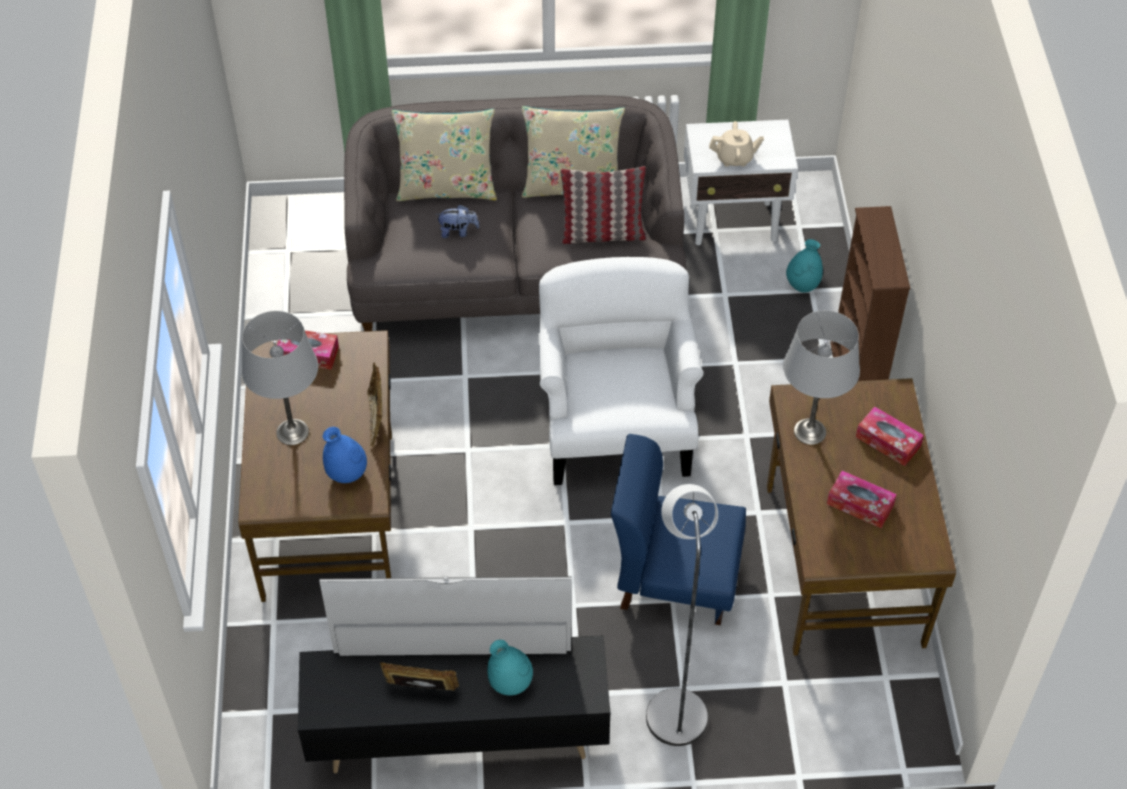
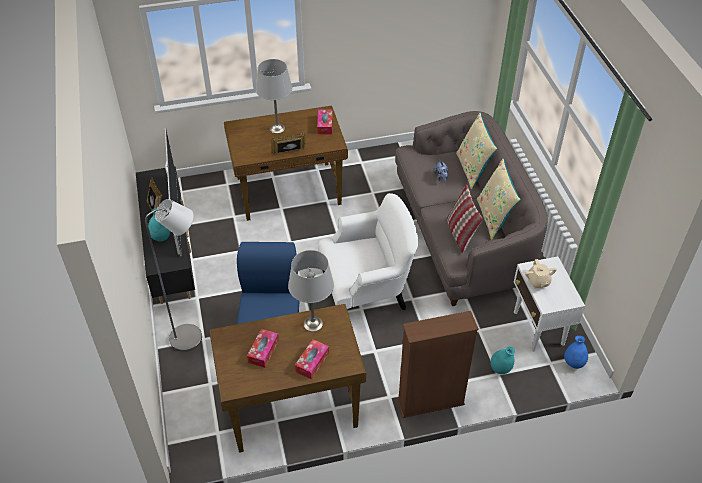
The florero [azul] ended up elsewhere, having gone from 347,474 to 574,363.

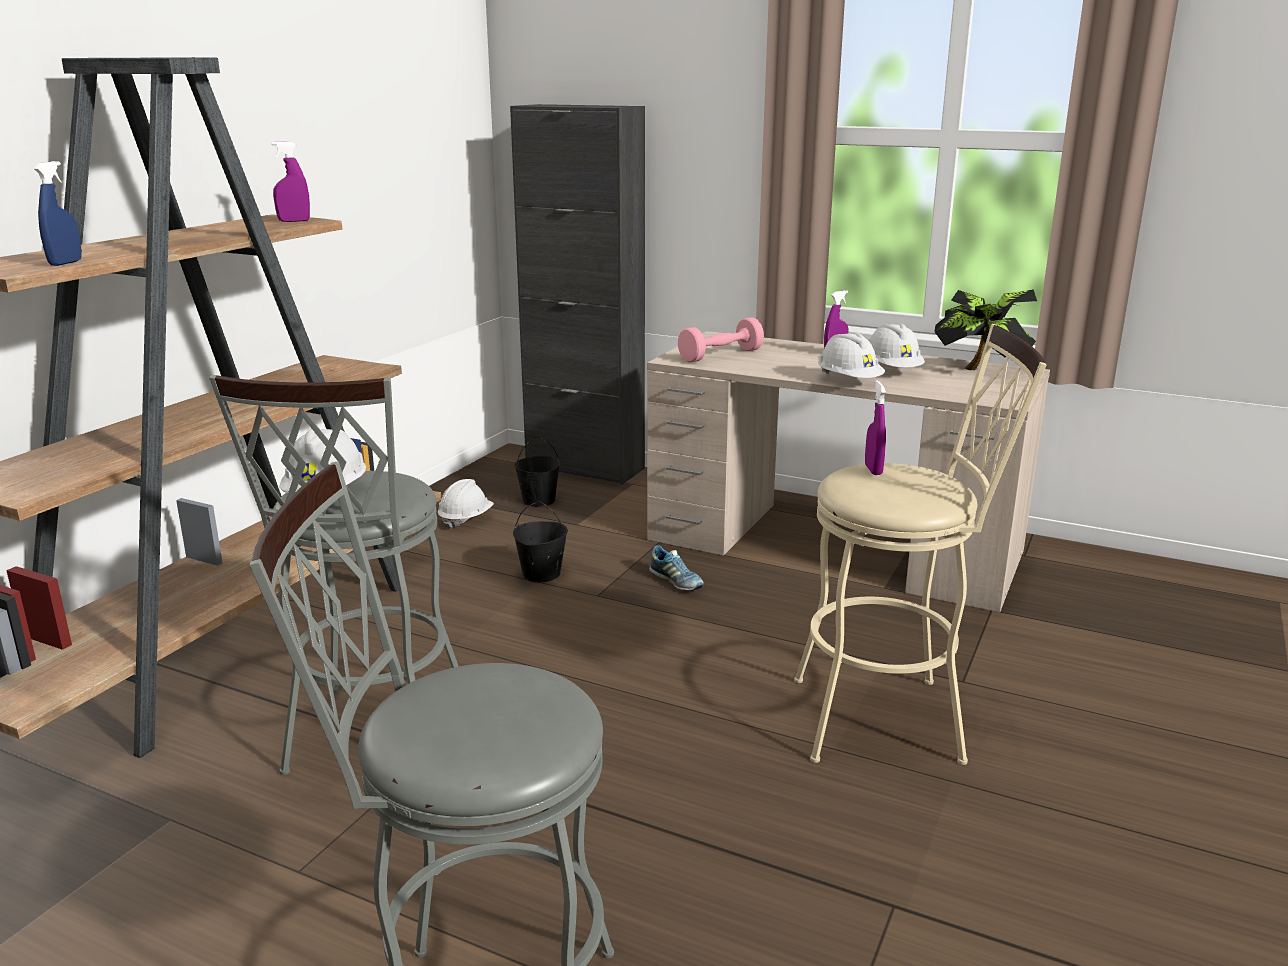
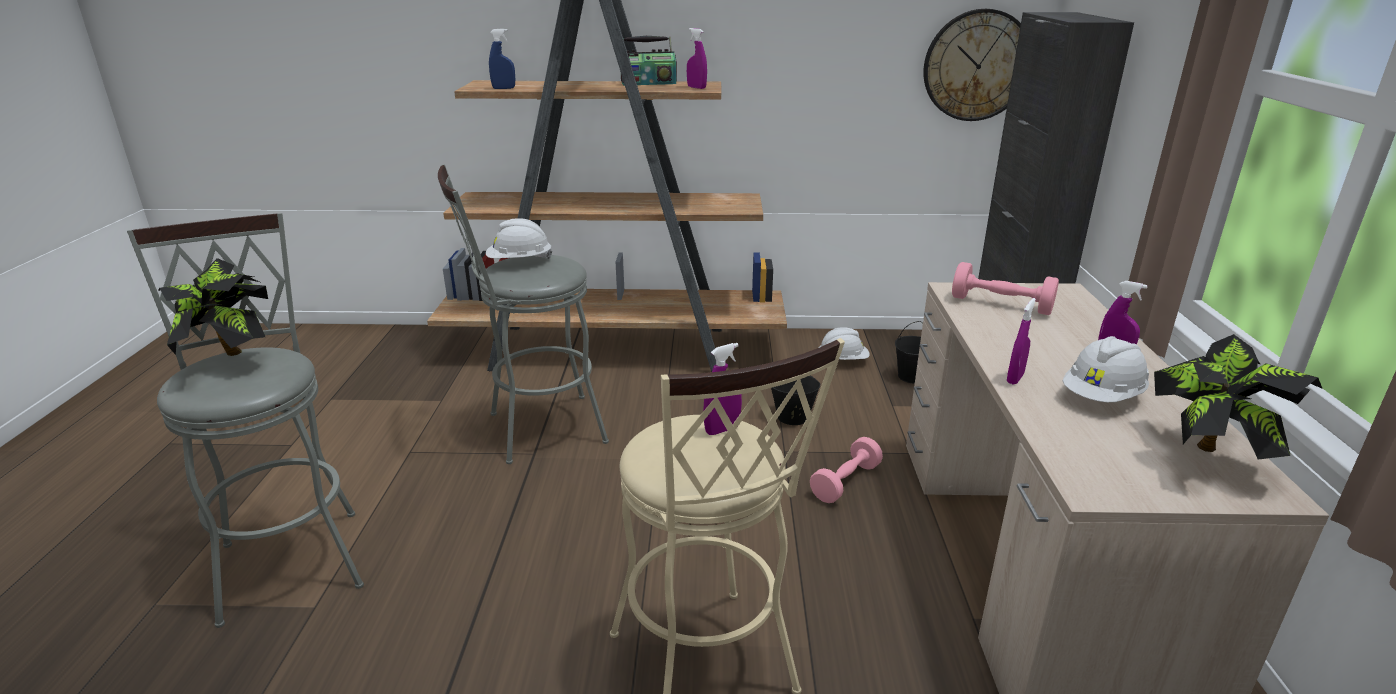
The second view gained the planta en maceta at 230,359.
The second view gained the radio at 648,83.
The second view gained the reloj de pared at 977,65.
Where the zapato stood at 676,582, the mancuerna [rosa] came to stand at 845,482.
Where the casco [blanco] stood at 849,381, the pulverizador [morado] came to stand at 1015,378.

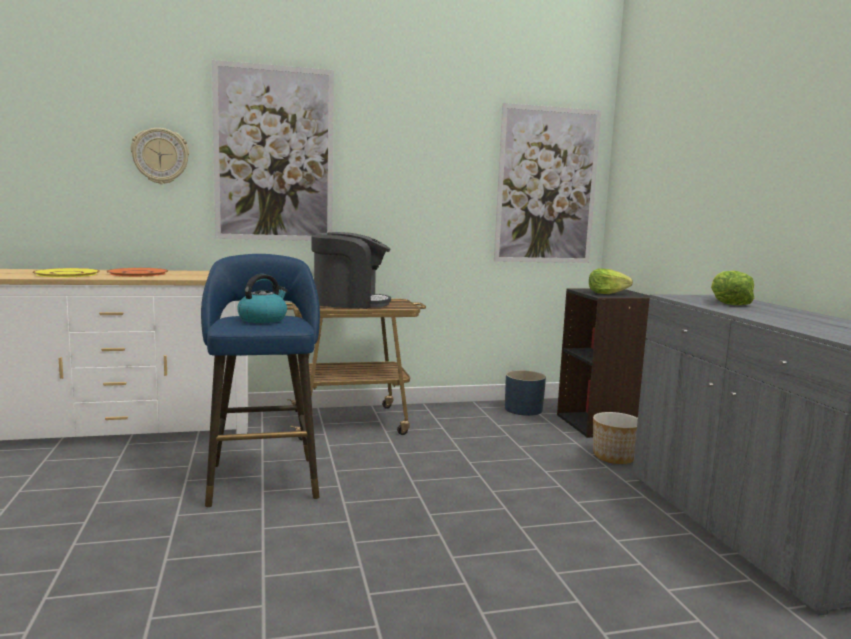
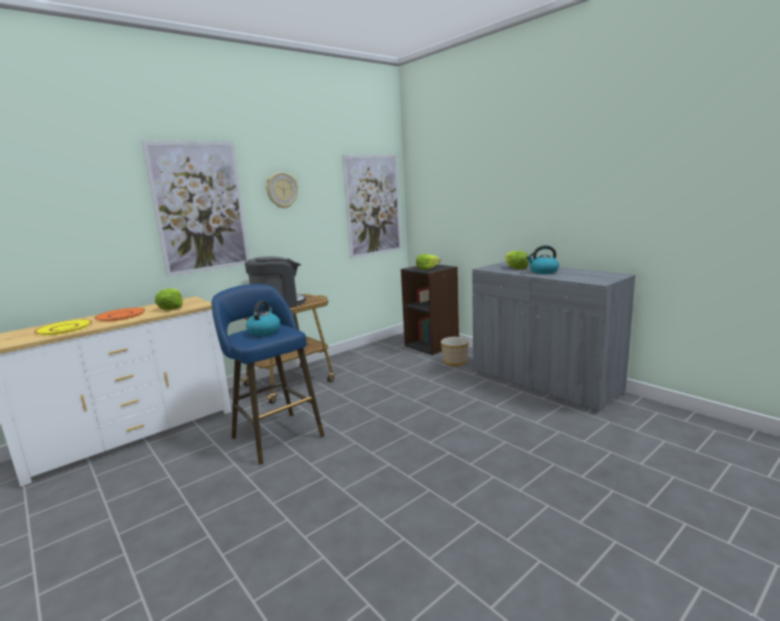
The second view lost the maceta [azul] at 523,409.
The second view gained the lechuga at 171,308.
The second view gained the hervidor at 543,272.
The reloj de pared ended up elsewhere, having gone from 160,156 to 282,190.

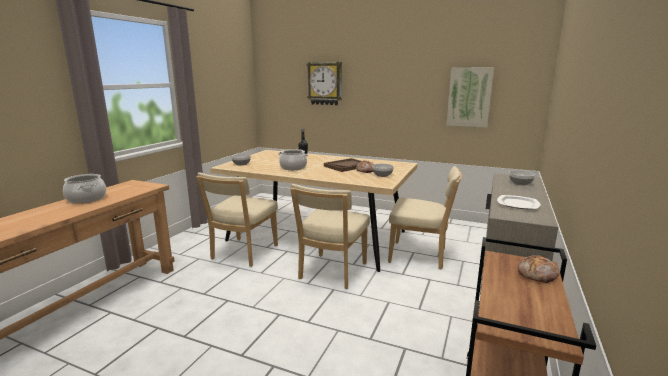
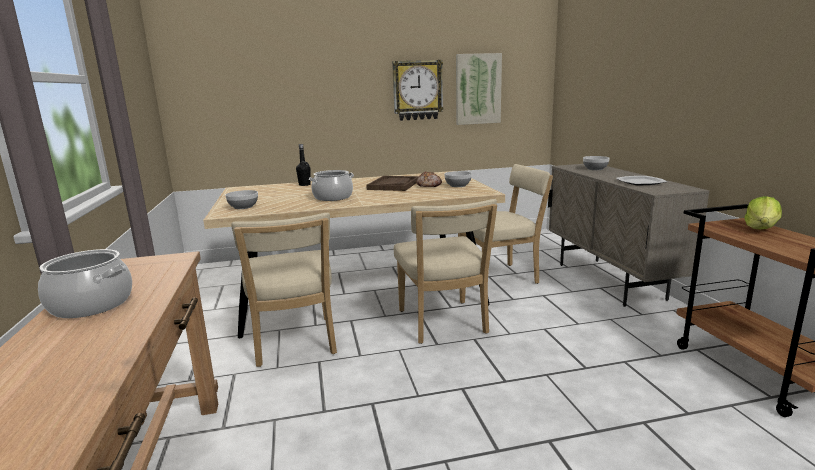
The reloj de pared ended up elsewhere, having gone from 325,83 to 417,90.
Where the pan stood at 537,275, the lechuga came to stand at 761,228.

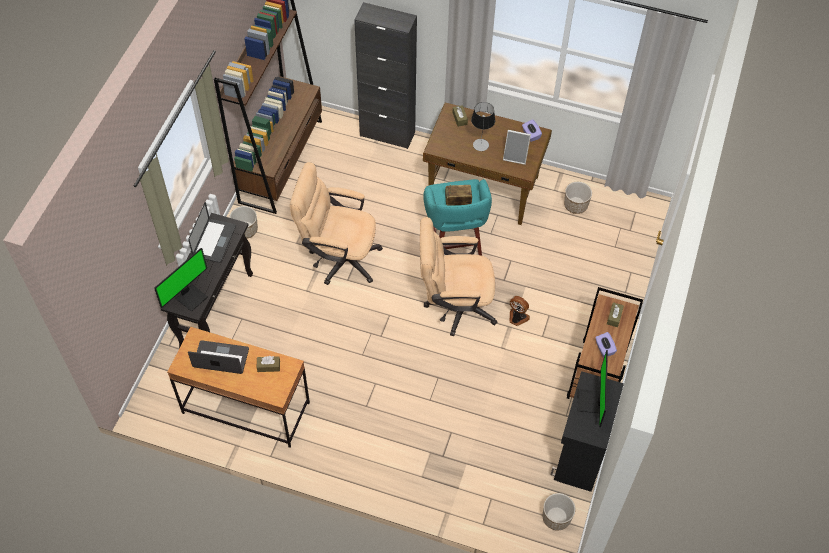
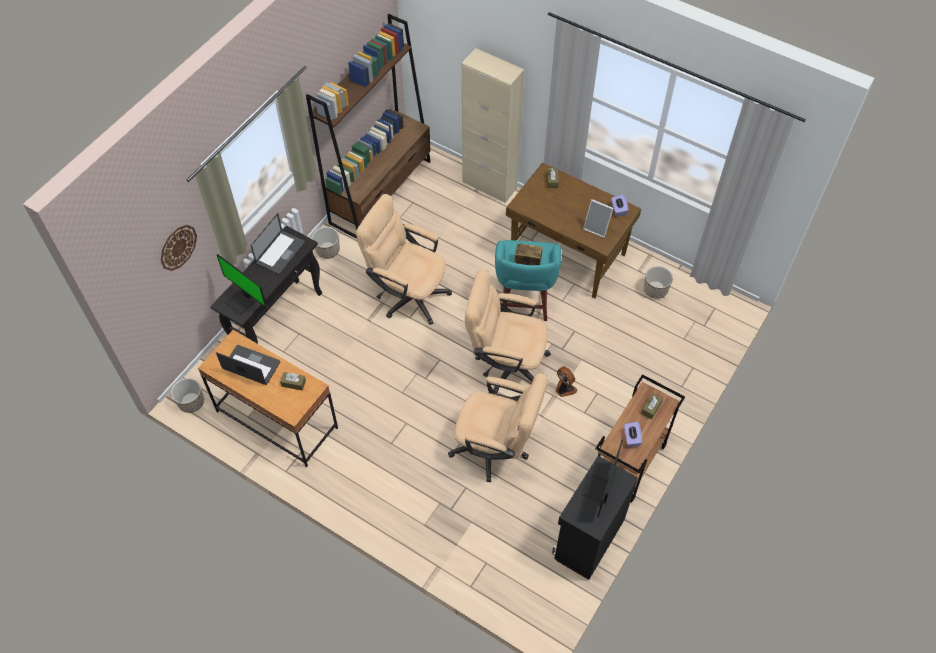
The second view lost the lámpara de mesa at 481,145.
The second view gained the reloj de pared at 178,247.
The second view gained the silla de oficina [beis] at 496,449.
The maceta ended up elsewhere, having gone from 556,518 to 191,402.
What was the armario [negro] at 387,134 turned into the armario [beis] at 489,185.
The monitor at 191,297 ended up facing another way, 75 degrees clockwise from before.

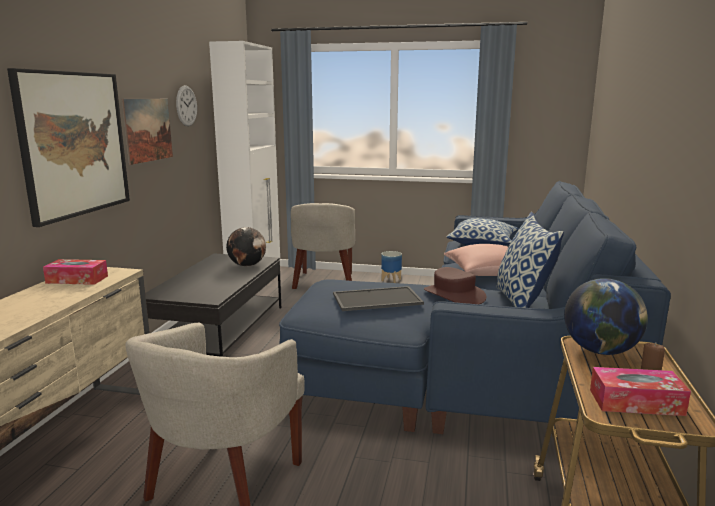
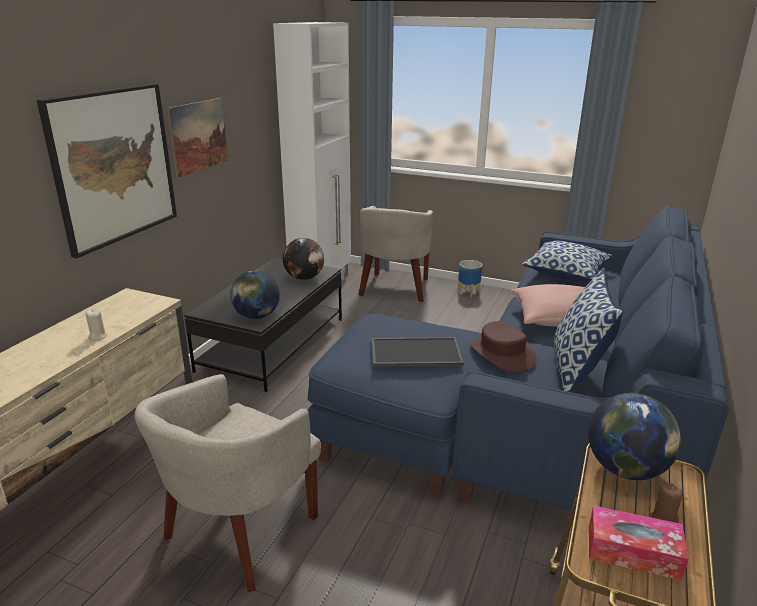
The second view lost the caja de pañuelos at 77,279.
The second view lost the reloj de pared at 186,106.
The second view gained the vela [beis] at 97,336.
The second view gained the globo terráqueo at 256,316.

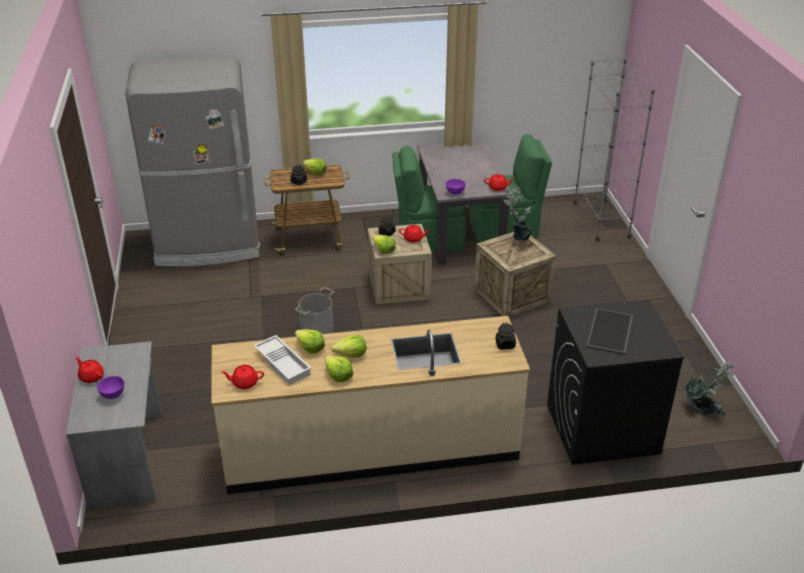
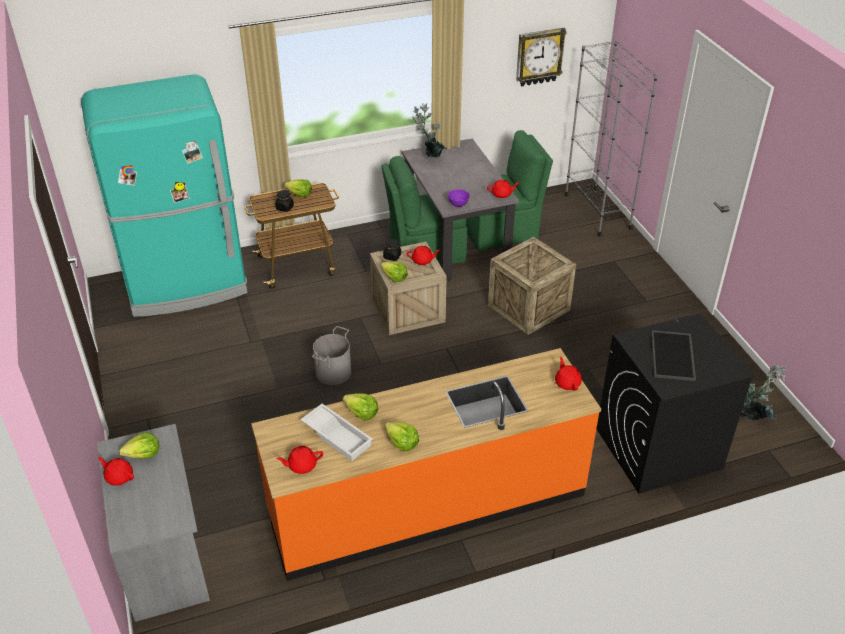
The second view lost the cuenco [morado] at 112,395.
The second view gained the reloj de pared at 539,56.
The lechuga ended up elsewhere, having gone from 351,354 to 143,454.
The planta en maceta ended up elsewhere, having gone from 518,239 to 430,156.
Where the tarro [negro] stood at 505,344, the tetera [rojo] came to stand at 567,383.
What was the nevera [gris] at 208,245 turned into the nevera [turquesa] at 187,284.
What was the mueble bajo de cocina [beis] at 370,447 turned into the mueble bajo de cocina [naranja] at 427,503.

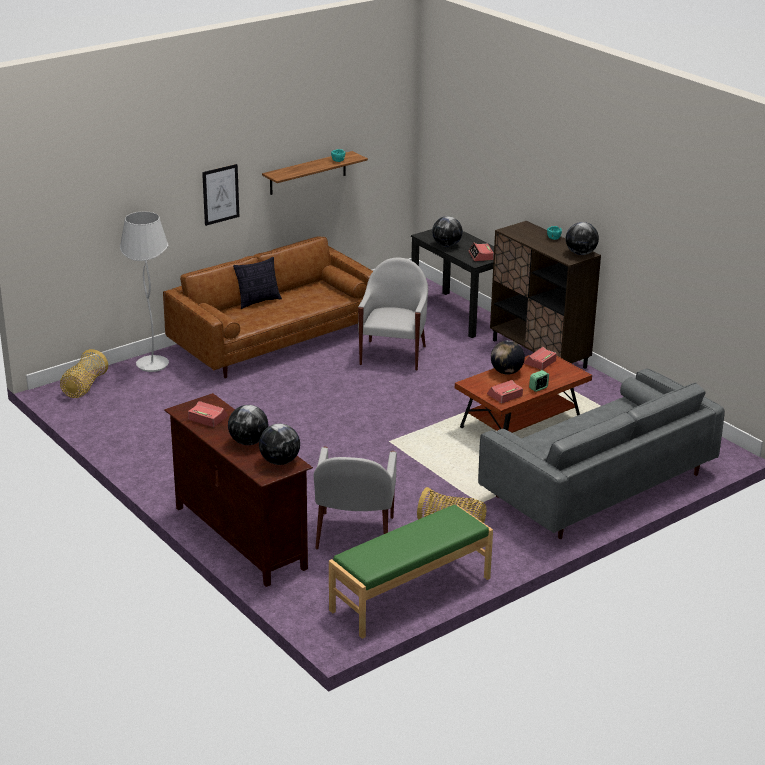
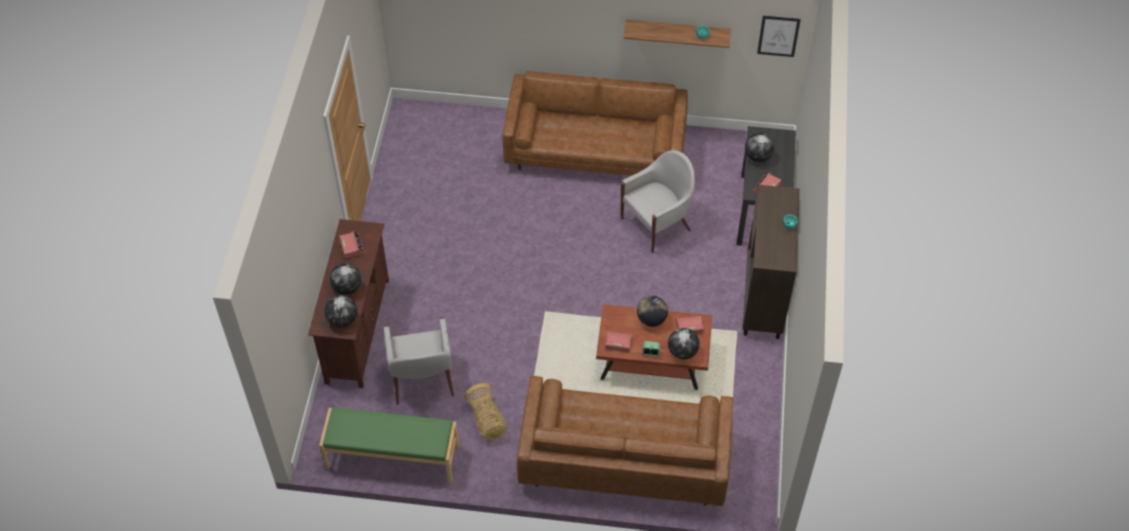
The second view lost the cesta at 84,388.
The second view lost the lámpara de pie [blanco] at 152,365.
The second view lost the cojín at 258,301.
The cuadro ended up elsewhere, having gone from 220,194 to 778,36.
The globo terráqueo ended up elsewhere, having gone from 581,253 to 682,352.
What was the sofá [gris] at 598,485 turned into the sofá [marrón] at 624,459.
The sillón [blanco] at 354,534 ended up facing another way, 60 degrees counterclockwise from before.

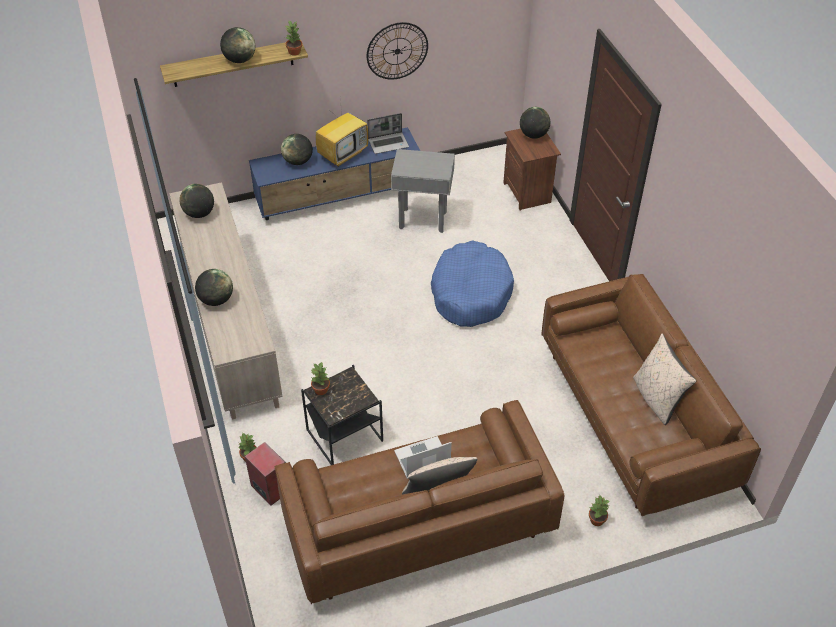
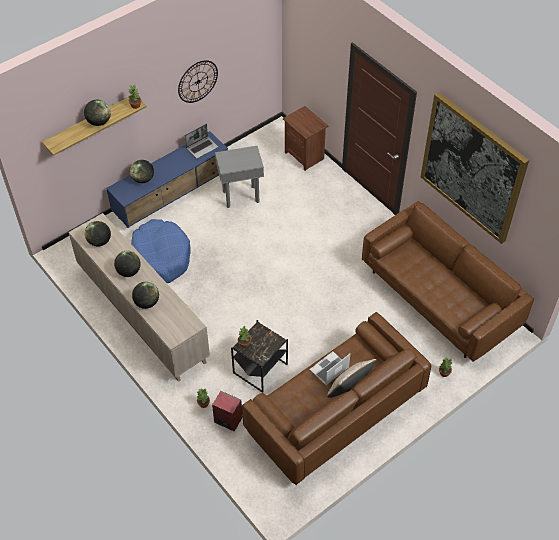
The second view lost the televisor at 343,154.
The second view lost the cojín [beis] at 656,398.
The second view gained the cuadro at 472,168.
The cama para perro [azul] ended up elsewhere, having gone from 470,293 to 161,257.
The globo terráqueo ended up elsewhere, having gone from 533,135 to 129,271.

